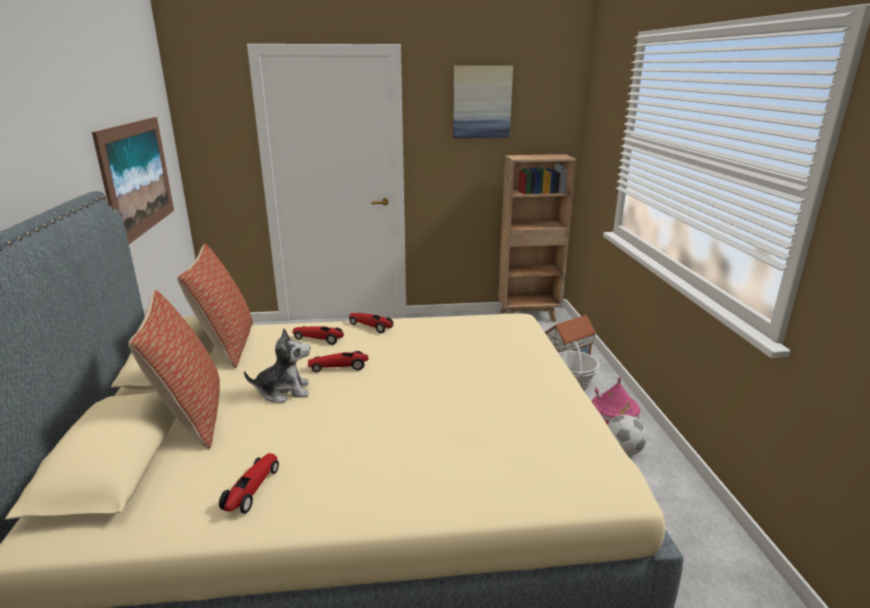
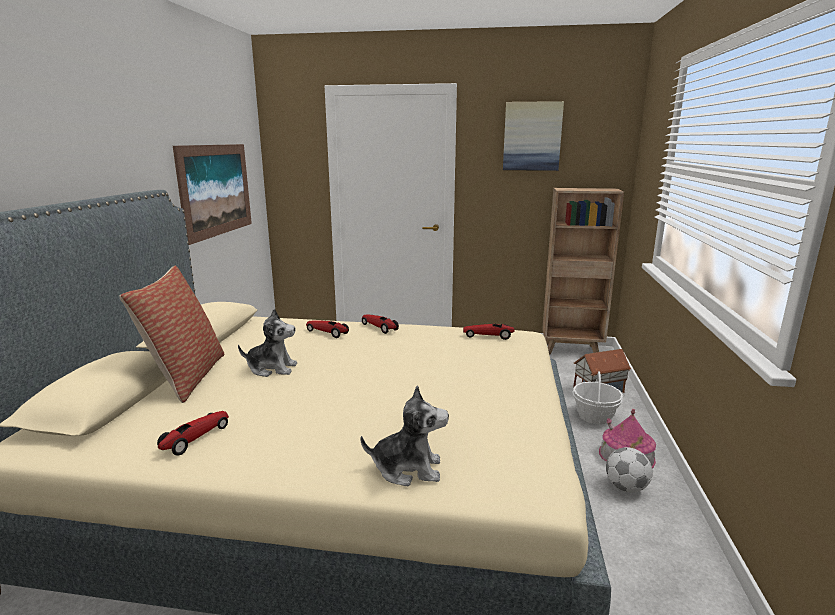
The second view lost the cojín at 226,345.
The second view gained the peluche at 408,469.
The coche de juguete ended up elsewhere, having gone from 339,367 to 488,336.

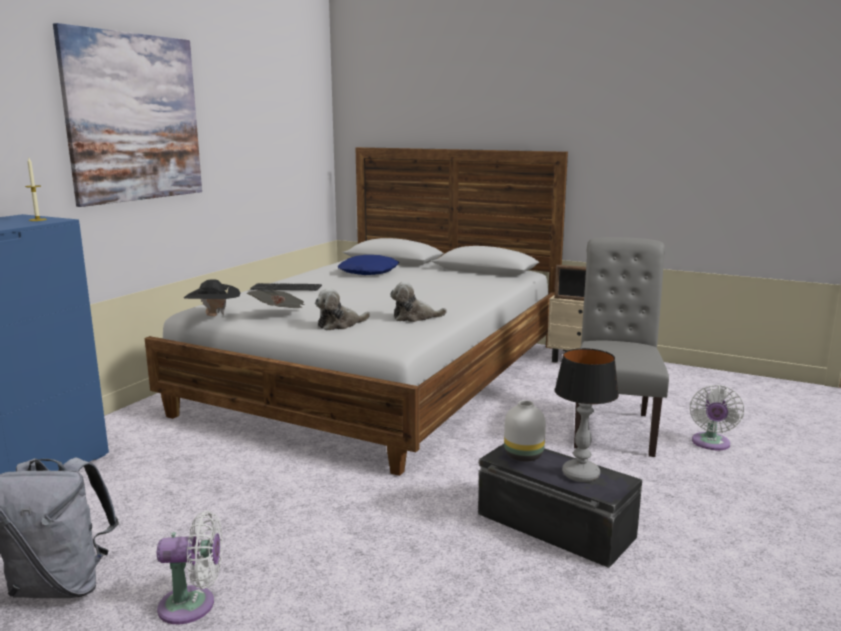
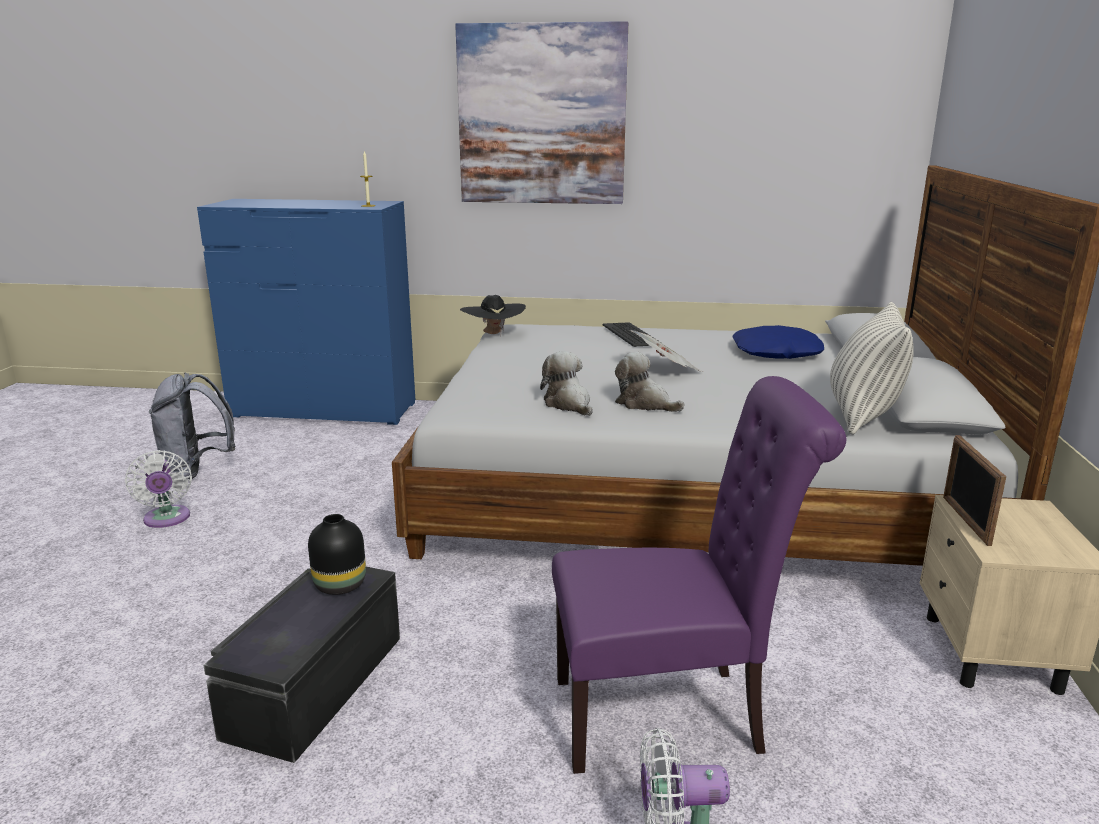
The second view lost the lámpara de mesa at 580,474.
The second view gained the cojín at 862,415.
The periódico ended up elsewhere, having gone from 279,314 to 666,369.
The peluche ended up elsewhere, having gone from 340,325 to 645,404.
What was the florero [blanco] at 524,456 turned into the florero [negro] at 339,586.
What was the silla [gris] at 613,427 turned into the silla [morado] at 670,715.

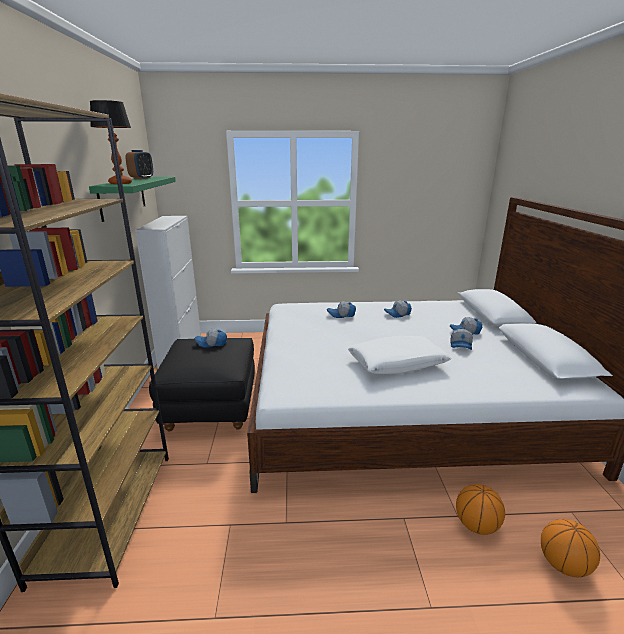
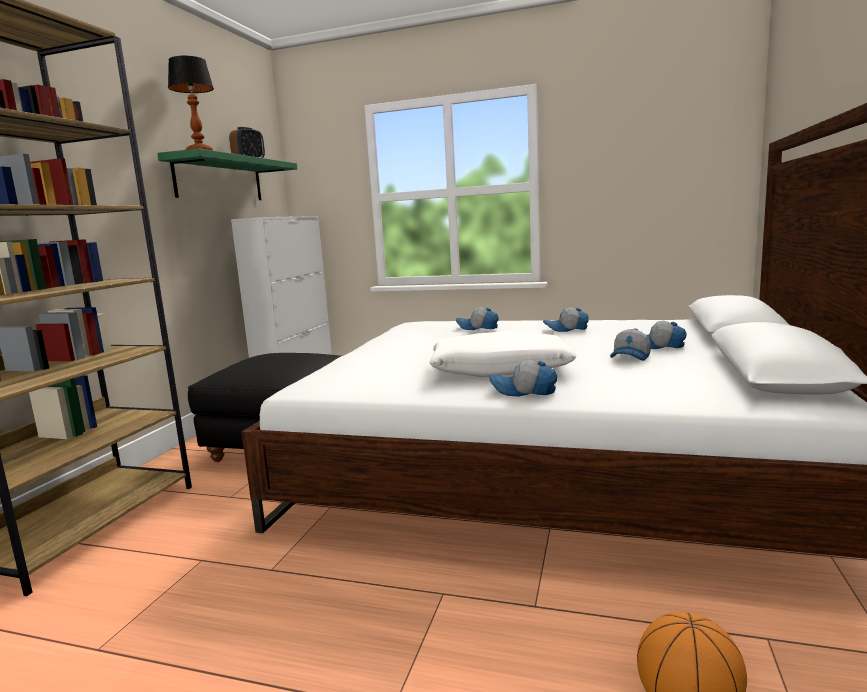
The second view lost the balón de baloncesto at 476,525.
The gorra ended up elsewhere, having gone from 211,343 to 523,391.

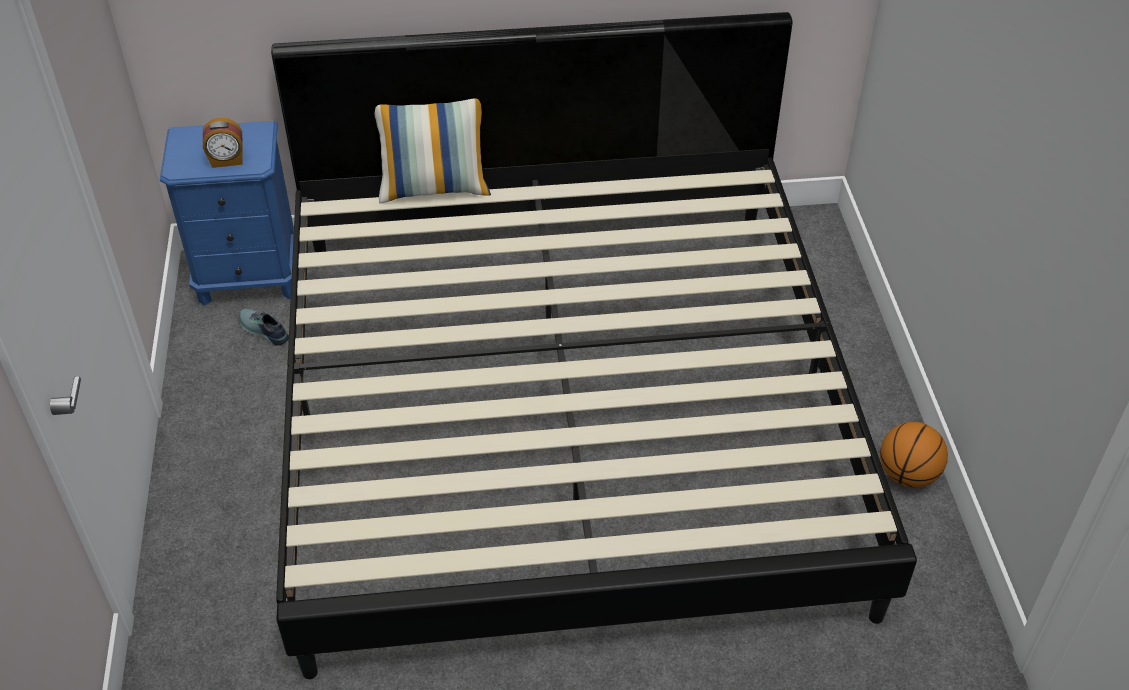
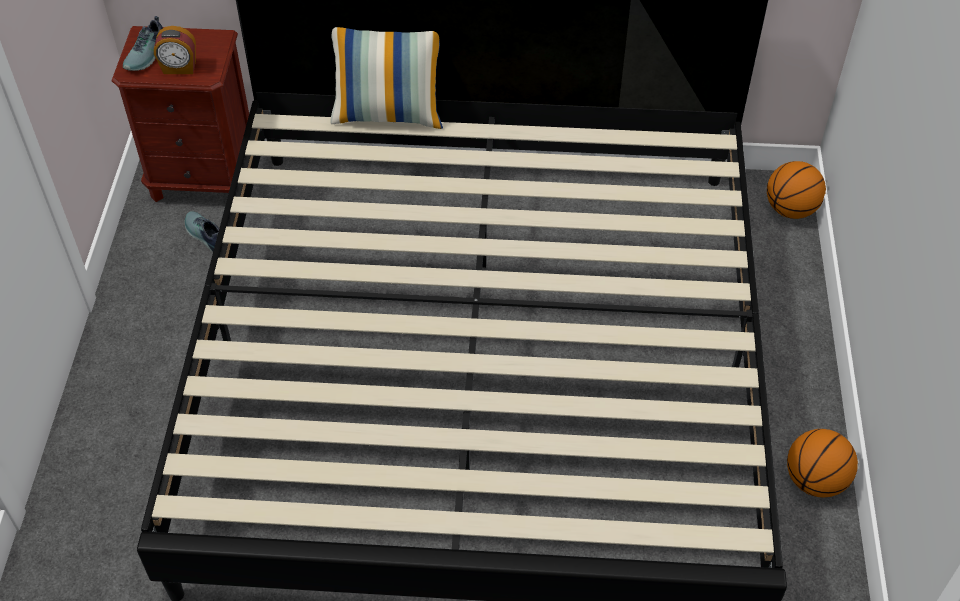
The second view gained the zapato at 148,55.
The second view gained the balón de baloncesto at 791,209.
What was the mesita de noche [azul] at 249,277 turned into the mesita de noche [marrón] at 204,178.

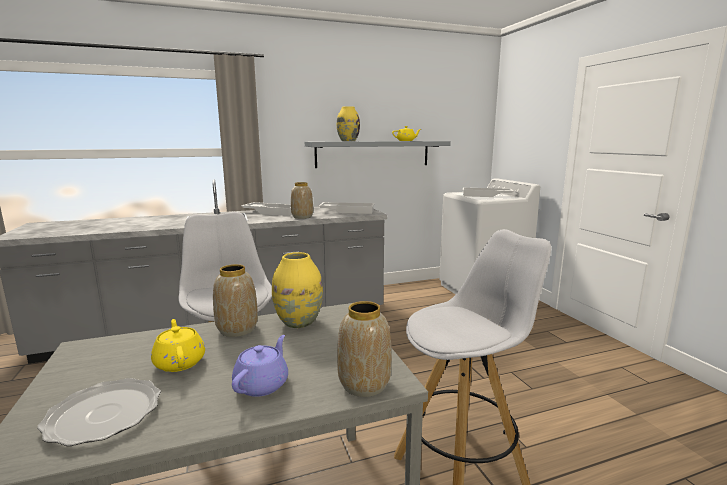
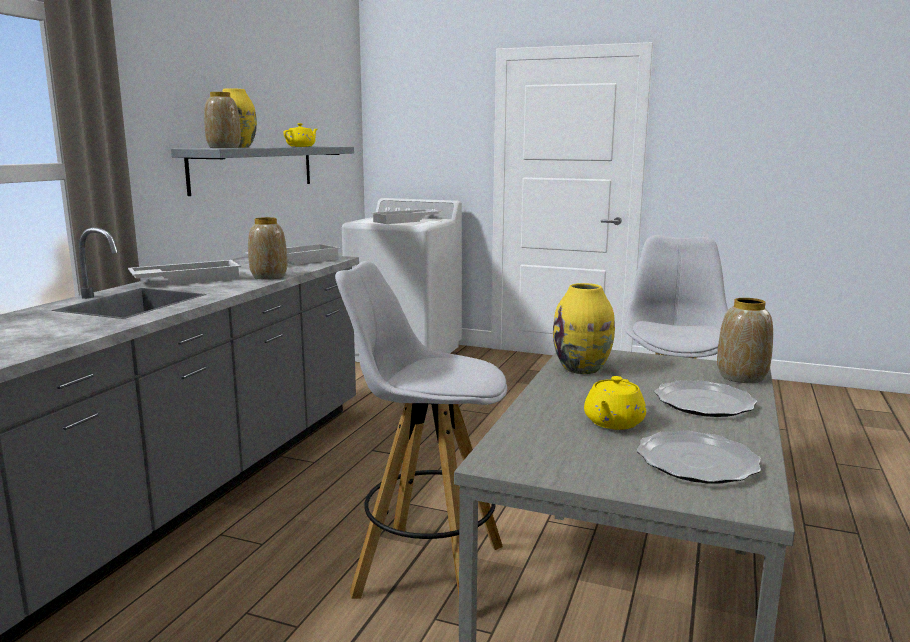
The florero ended up elsewhere, having gone from 237,329 to 223,148.
Where the tetera [morado] stood at 262,384, the plato came to stand at 704,403.
The tetera [amarillo] at 179,362 ended up facing another way, 75 degrees counterclockwise from before.

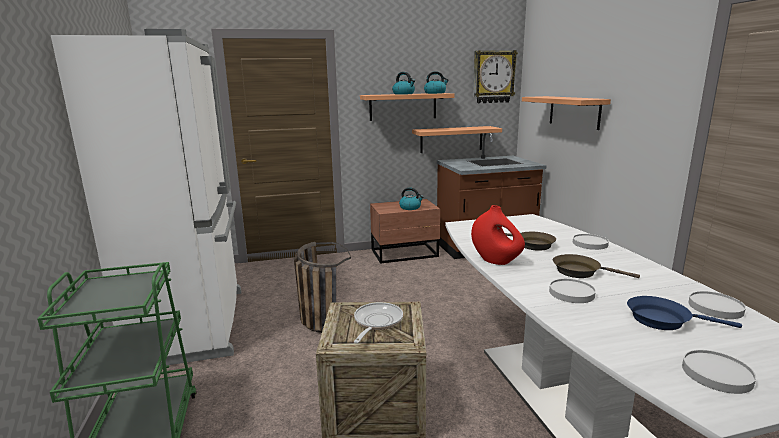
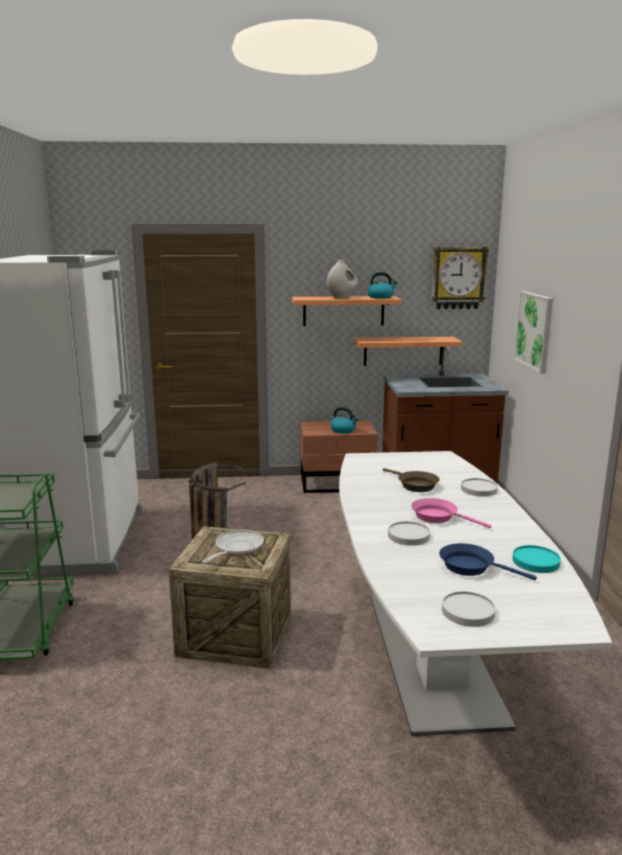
The second view lost the florero [rojo] at 496,261.
Where the hervidor stood at 404,94, the florero [blanco] came to stand at 342,298.
Where the estante hung at 574,112, the cuadro came to hang at 534,330.
What was the sartén [marrón] at 580,272 turned into the sartén [rosa] at 438,517.
What was the plato [blanco] at 715,307 turned into the plato [turquesa] at 535,561.

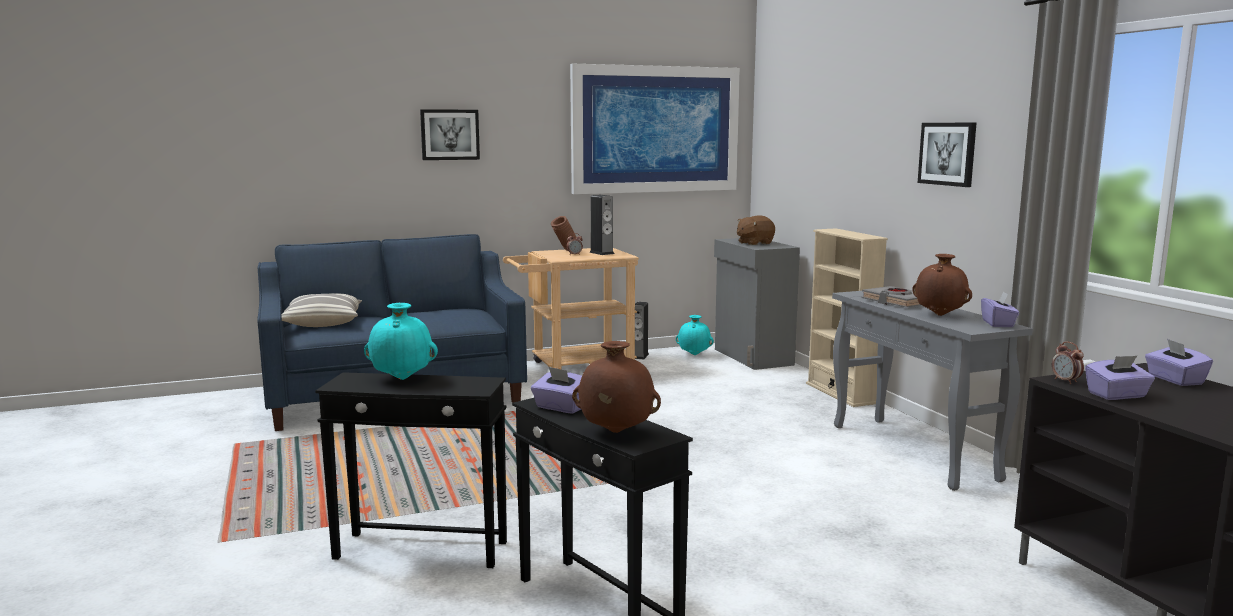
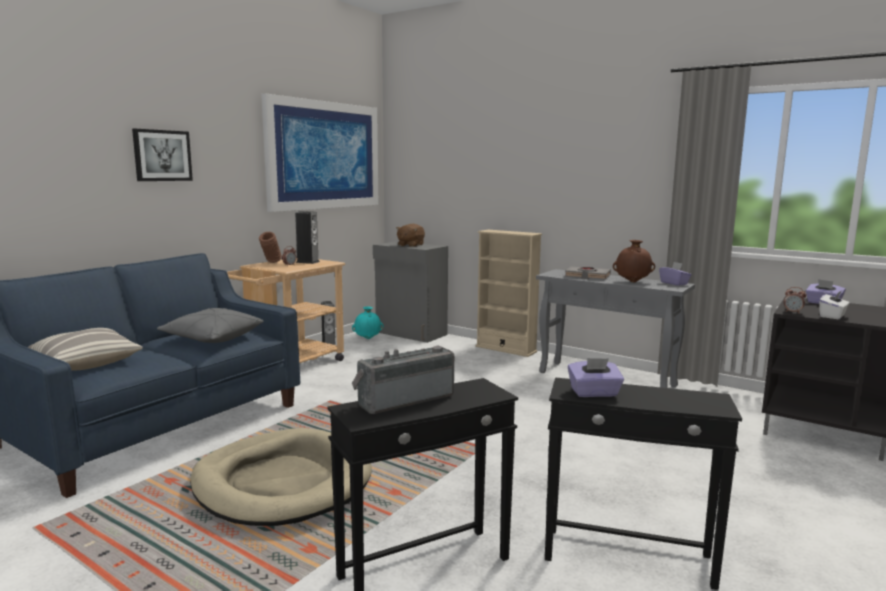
The second view lost the florero [marrón] at 615,432.
The second view lost the cuadro at 948,153.
The second view gained the cojín [gris] at 212,338.
The second view gained the cama para perro [beis] at 282,483.
Where the florero [turquesa] stood at 402,379, the radio came to stand at 404,399.
What was the caja de pañuelos [morado] at 1117,395 turned into the caja de pañuelos [blanco] at 832,316.

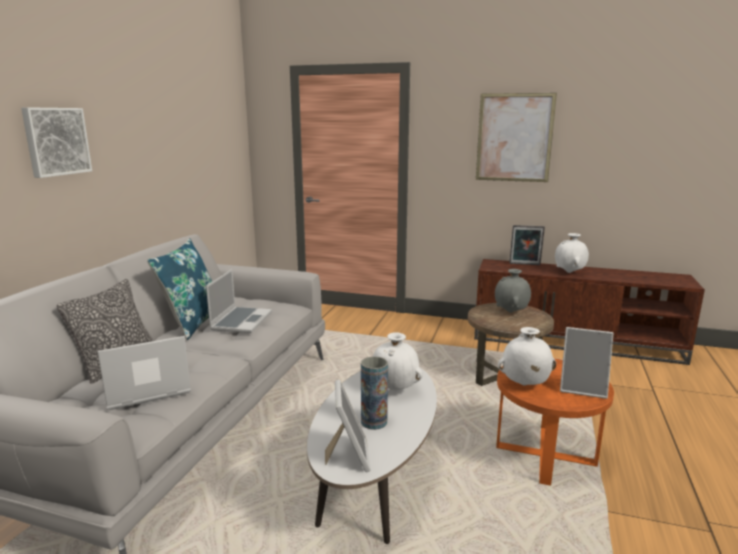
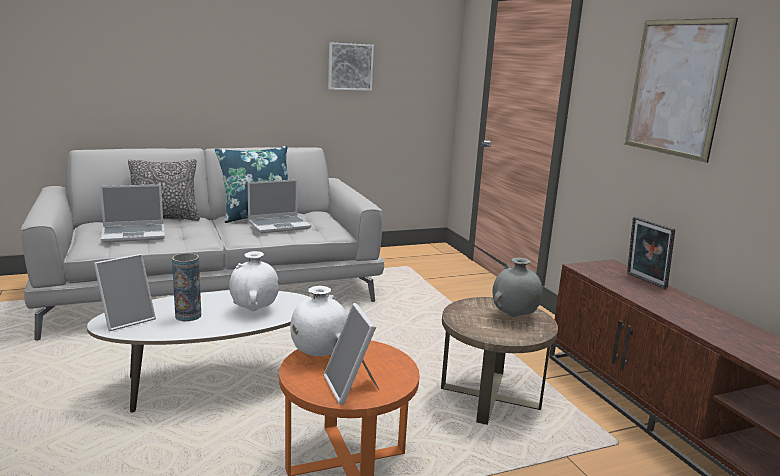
The second view lost the florero [blanco] at 569,272.
The cuadro ended up elsewhere, having gone from 56,141 to 350,66.
The portátil at 146,390 ended up facing another way, 135 degrees clockwise from before.

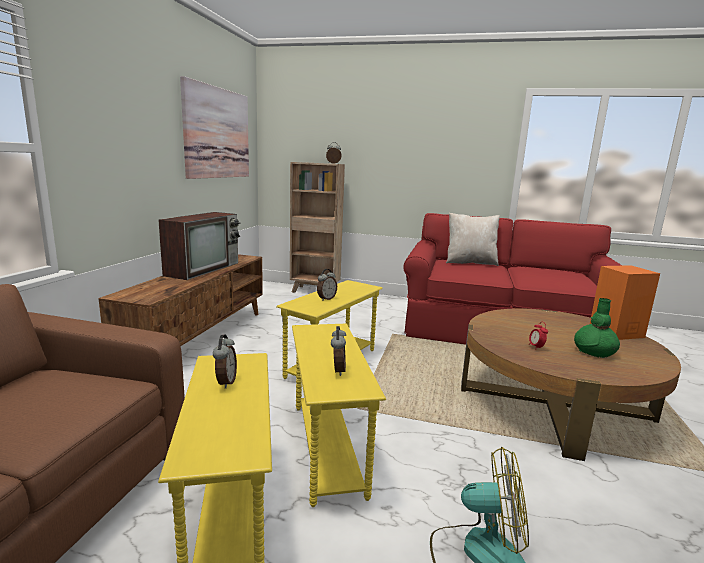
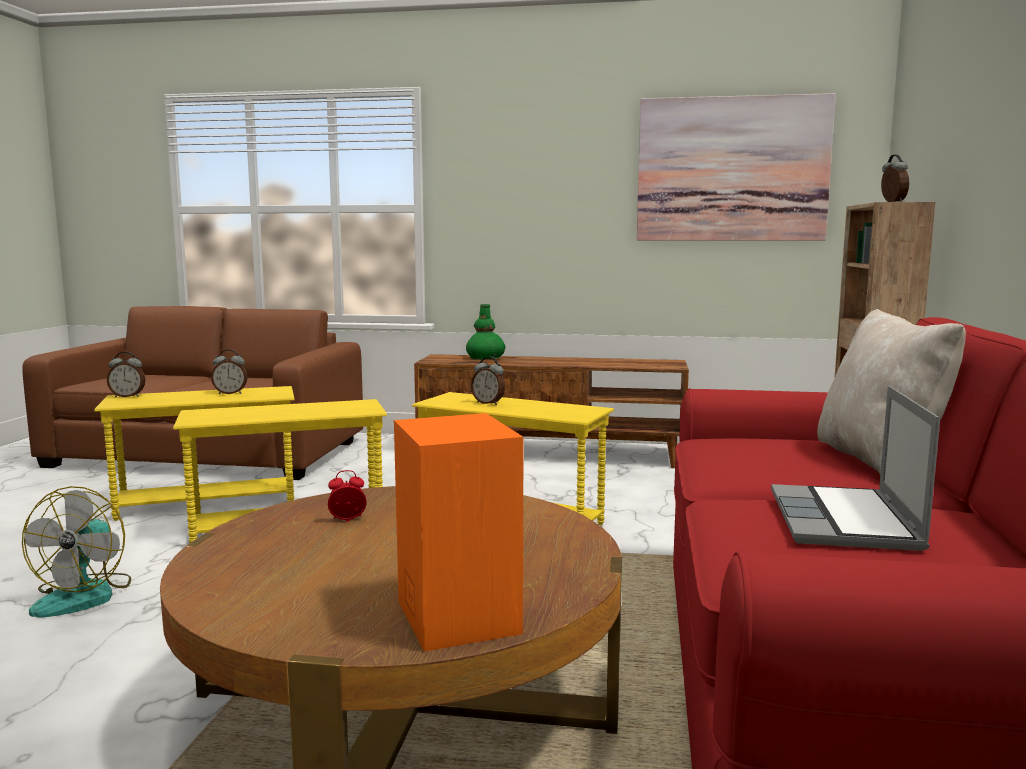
The second view lost the televisor at 203,268.
The second view gained the portátil at 846,521.
The despertador ended up elsewhere, having gone from 337,370 to 128,396.
The florero [verde] ended up elsewhere, having gone from 594,351 to 485,358.

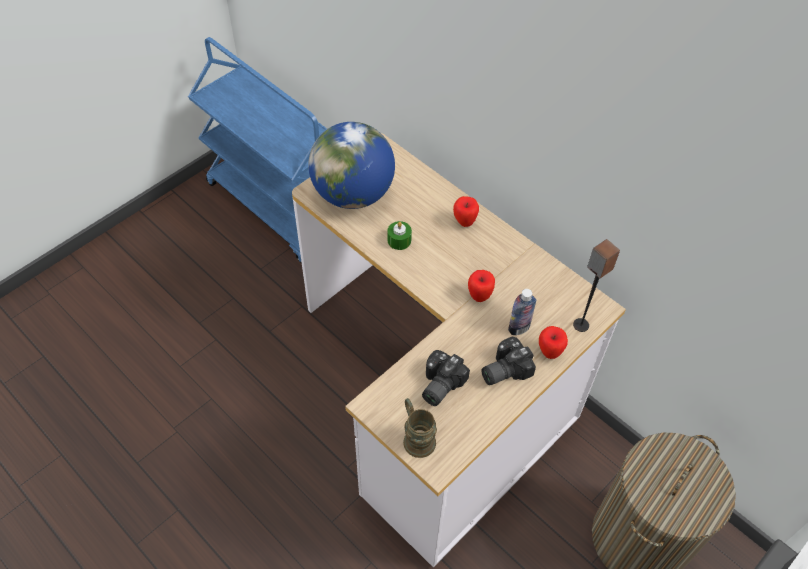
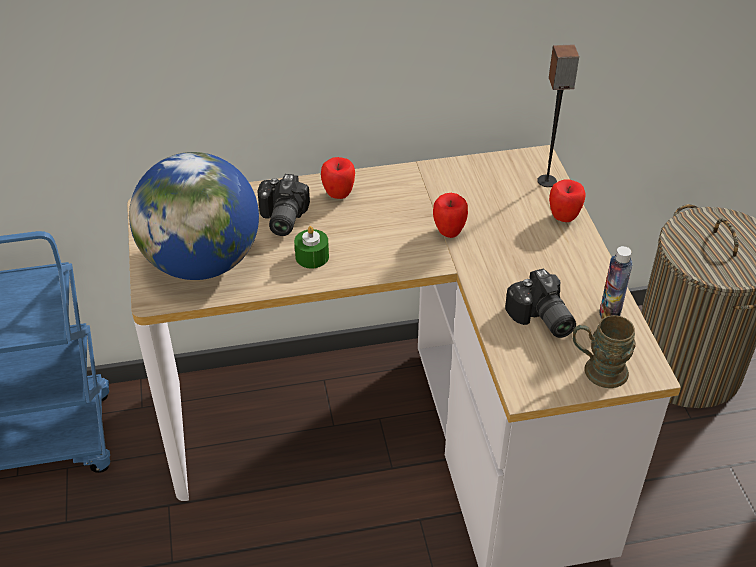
The cámara ended up elsewhere, having gone from 503,369 to 280,219.
The botella ended up elsewhere, having gone from 519,328 to 609,314.

